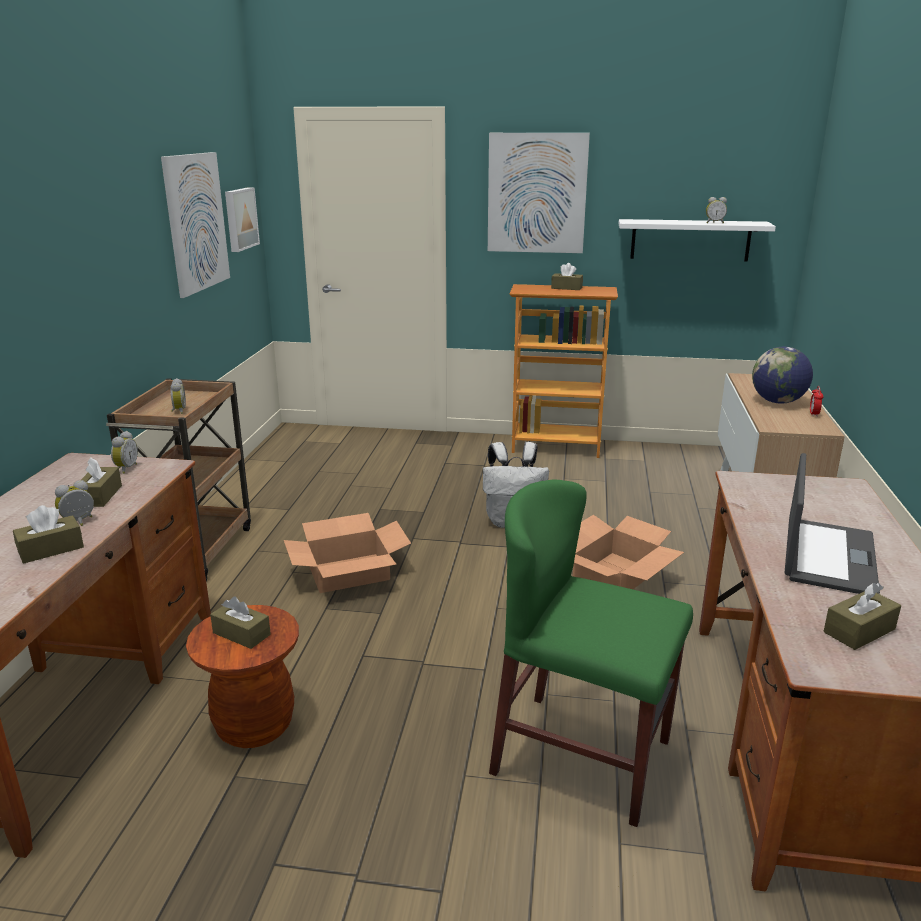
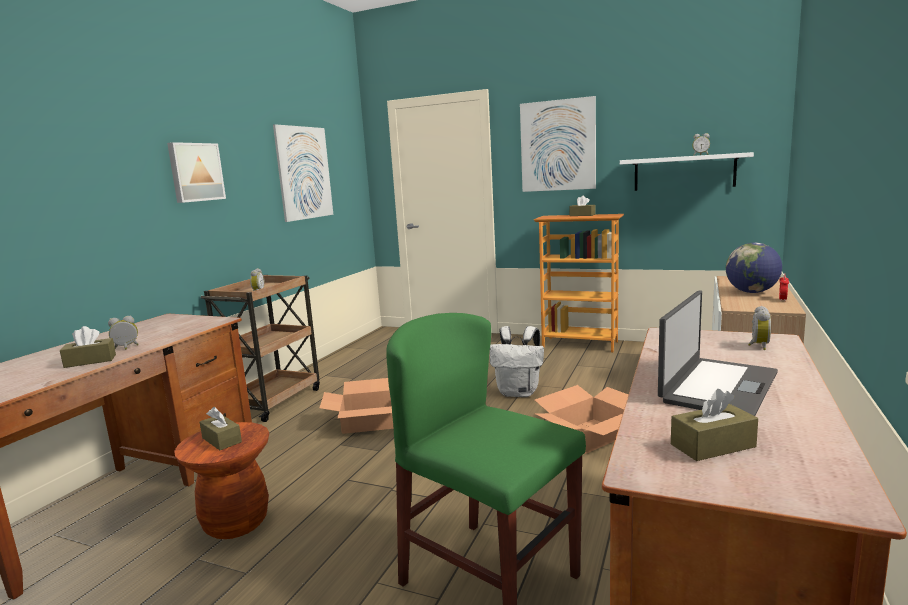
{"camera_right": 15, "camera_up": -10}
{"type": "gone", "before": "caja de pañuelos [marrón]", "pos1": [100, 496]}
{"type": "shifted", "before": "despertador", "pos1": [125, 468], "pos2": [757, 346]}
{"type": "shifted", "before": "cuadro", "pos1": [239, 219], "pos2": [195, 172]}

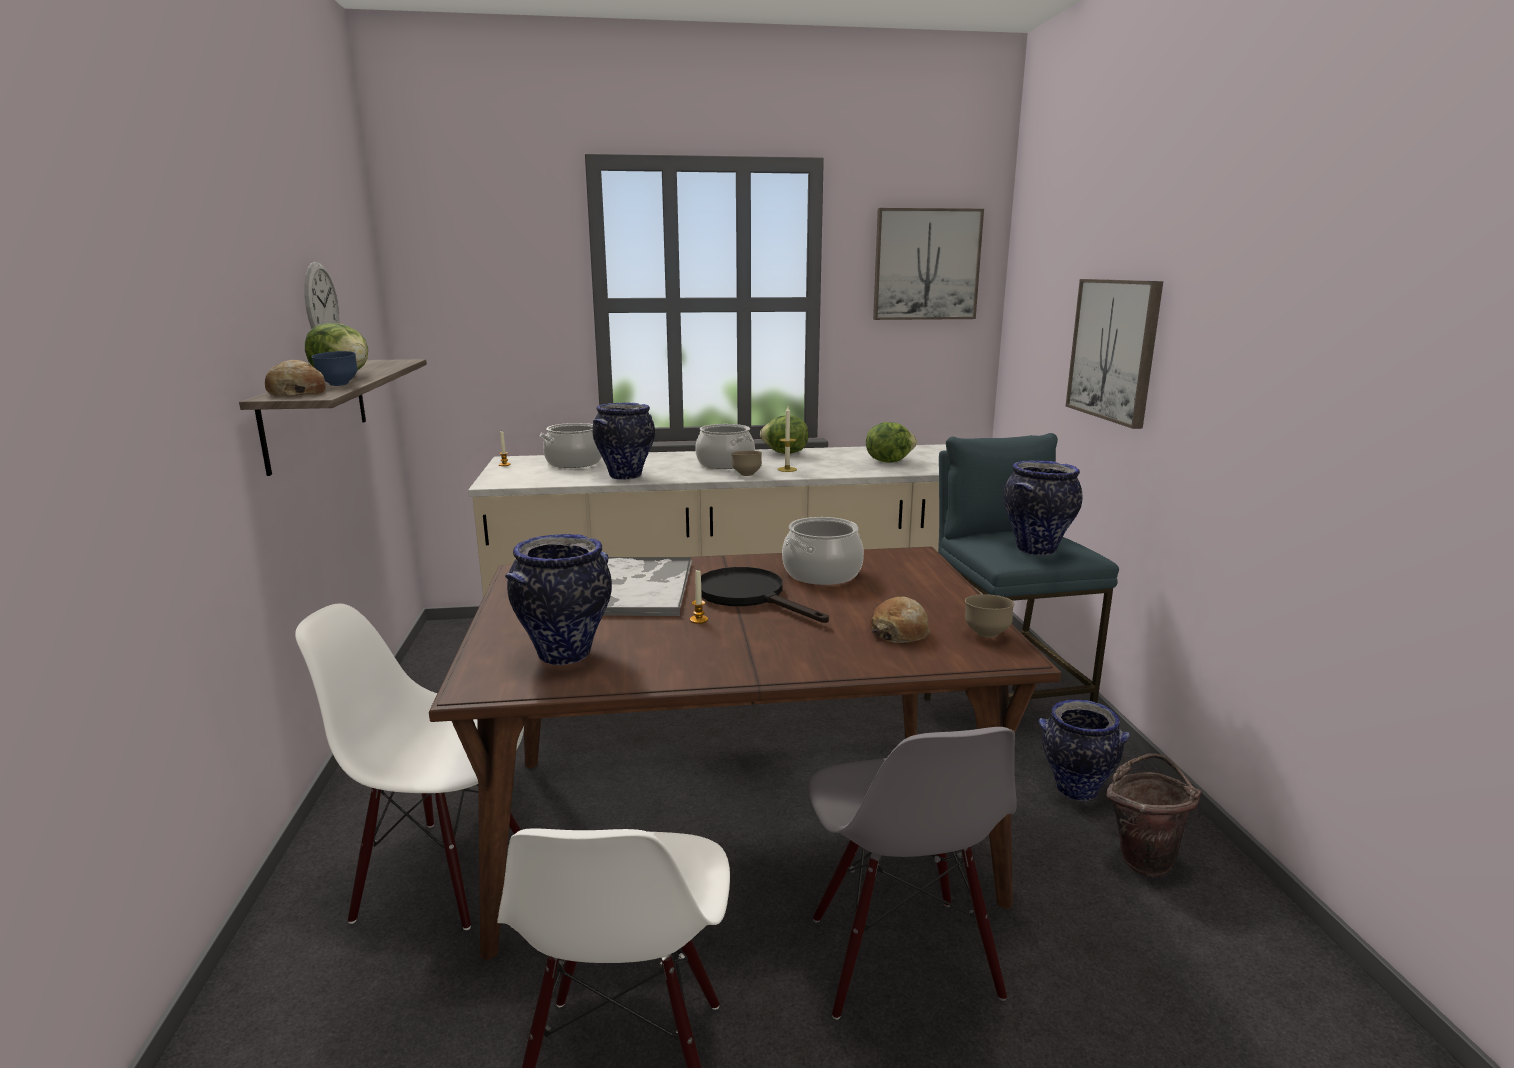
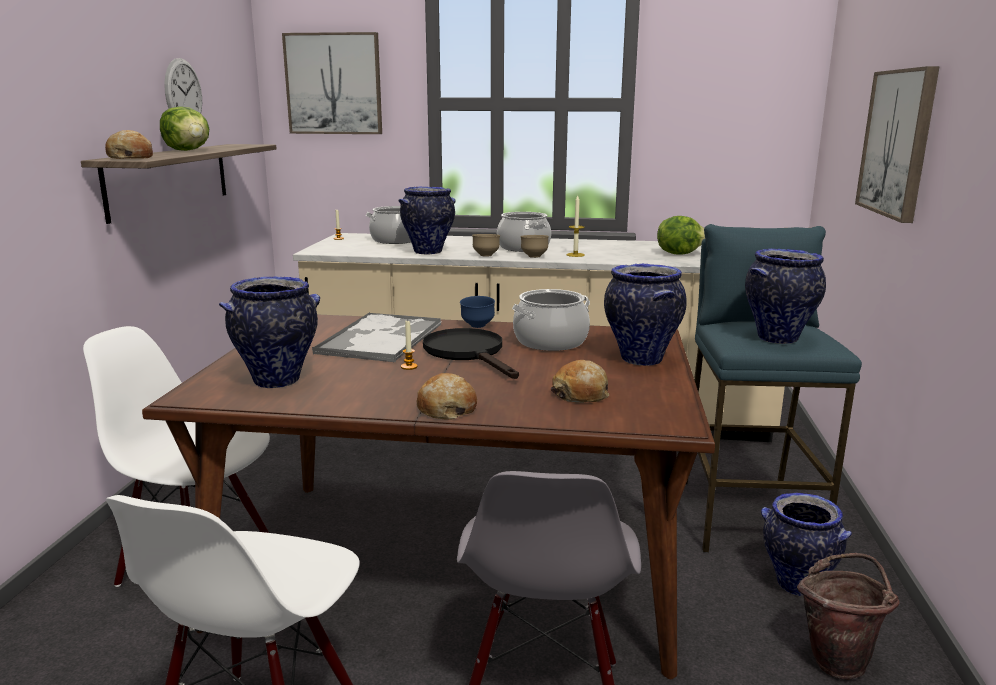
{"camera_right": 15, "camera_up": 0}
{"type": "gone", "before": "lechuga", "pos1": [784, 453]}
{"type": "new", "after": "pan", "pos2": [446, 409]}
{"type": "new", "after": "florero", "pos2": [640, 359]}
{"type": "shifted", "before": "cuenco [azul]", "pos1": [338, 385], "pos2": [477, 326]}
{"type": "shifted", "before": "cuadro", "pos1": [926, 264], "pos2": [334, 84]}
{"type": "shifted", "before": "cuenco [marrón]", "pos1": [986, 634], "pos2": [486, 256]}

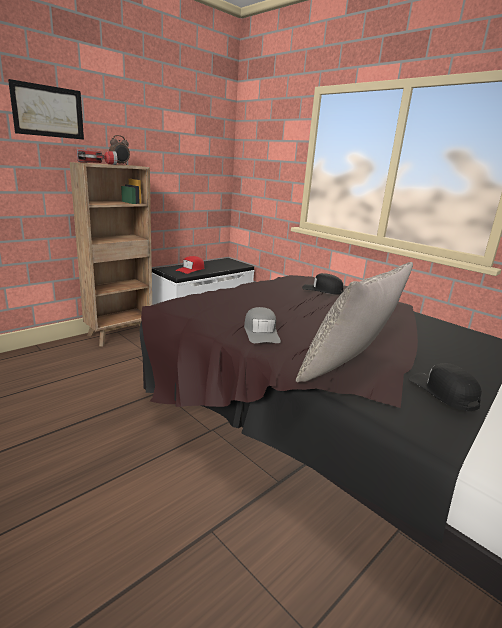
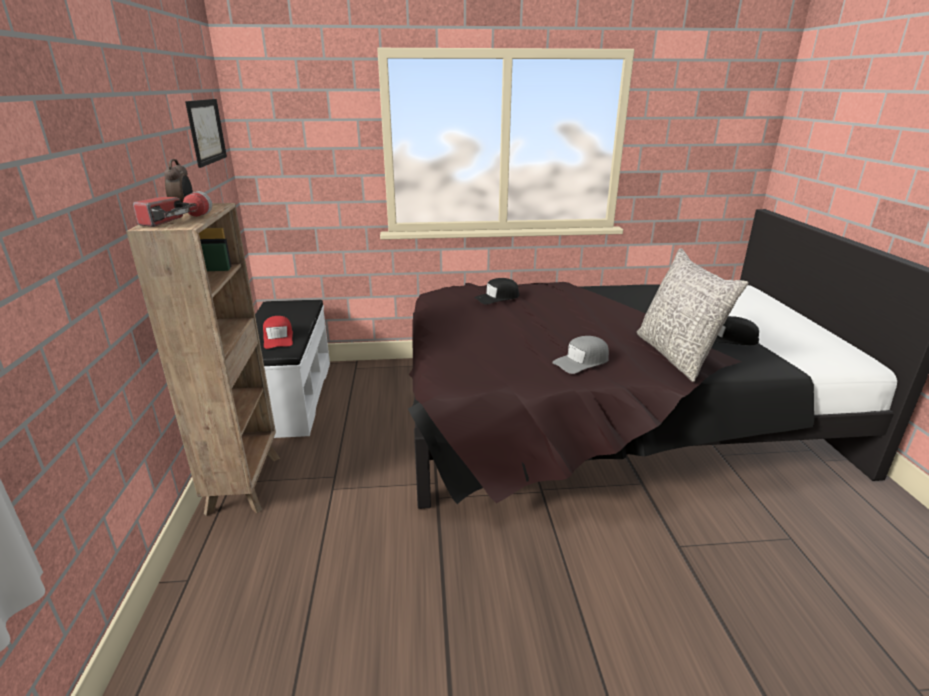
{"camera_right": -50, "camera_up": 5}
{"type": "shifted", "before": "cuadro", "pos1": [48, 111], "pos2": [206, 131]}
{"type": "rotated", "before": "gorra [gris]", "pos1": [261, 332], "pos2": [581, 362], "turn": 120}

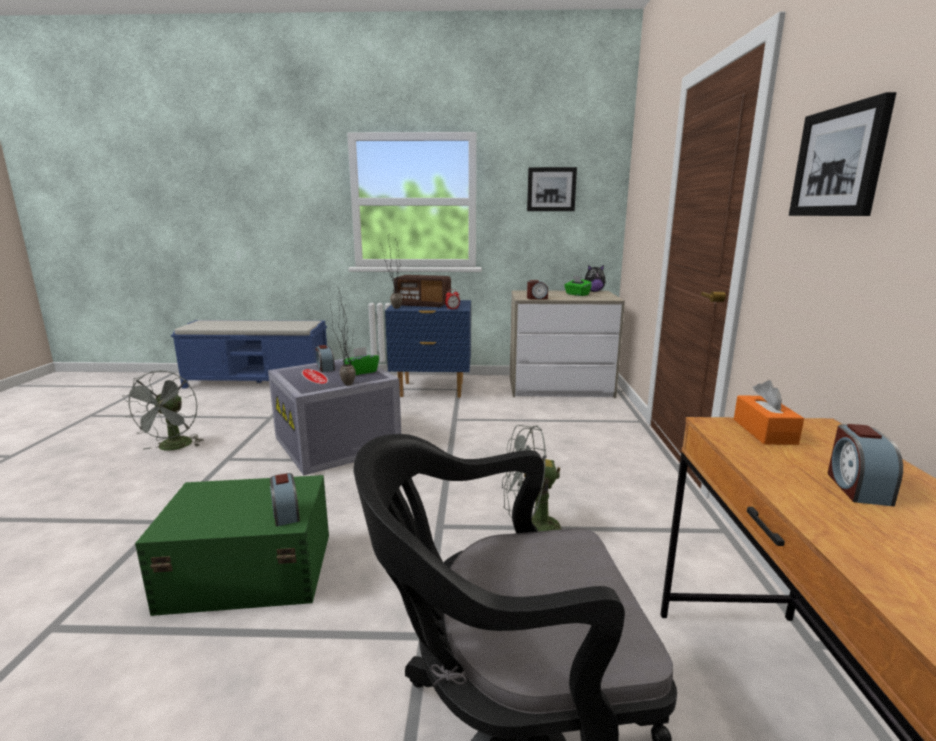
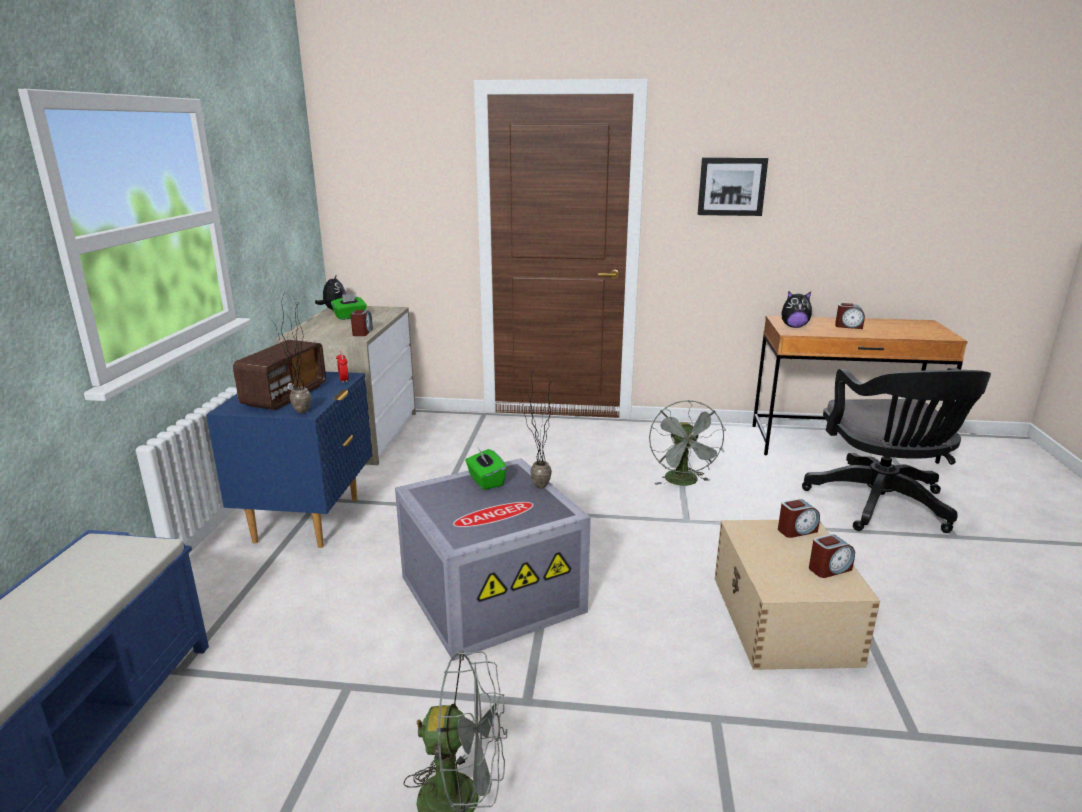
{"camera_right": -85, "camera_up": 5}
{"type": "gone", "before": "cuadro", "pos1": [551, 189]}
{"type": "shifted", "before": "despertador", "pos1": [325, 368], "pos2": [829, 569]}
{"type": "swapped", "before": "caja de pañuelos [naranja]", "after": "peluche", "pos1": [764, 431], "pos2": [794, 327]}
{"type": "repainted", "before": "caja de almacenaje [verde]", "after": "caja de almacenaje [beis]", "pos1": [248, 570], "pos2": [783, 620]}

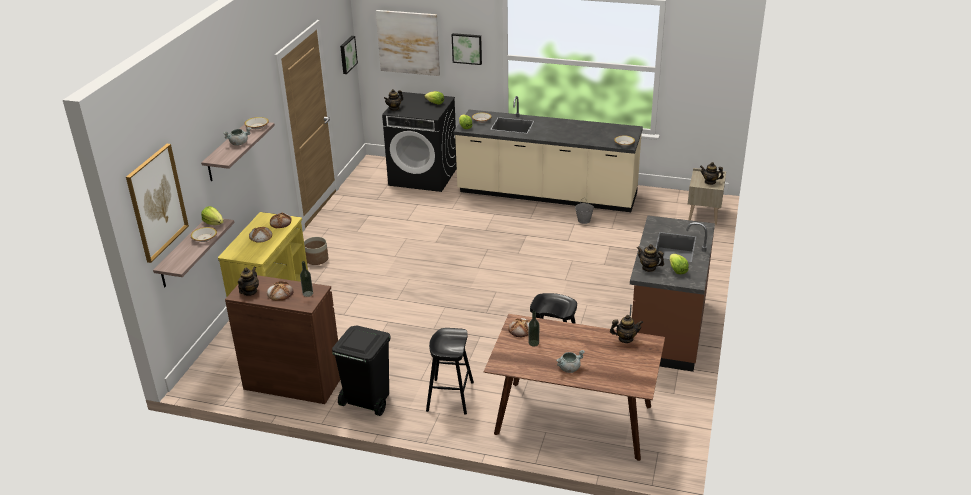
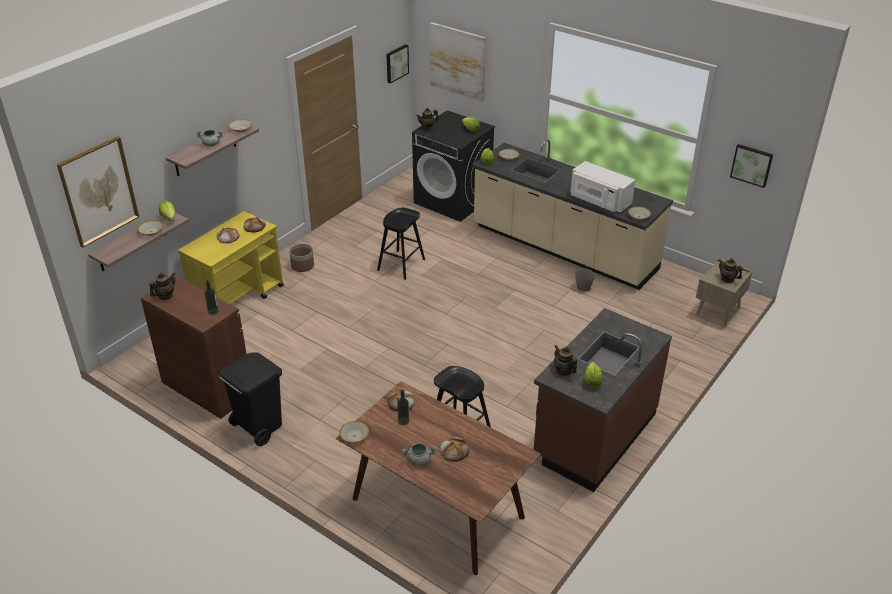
{"camera_right": 20, "camera_up": 5}
{"type": "gone", "before": "tetera", "pos1": [625, 339]}
{"type": "new", "after": "cuenco", "pos2": [354, 436]}
{"type": "new", "after": "microondas [blanco]", "pos2": [599, 200]}
{"type": "shifted", "before": "pan", "pos1": [280, 293], "pos2": [454, 450]}
{"type": "shifted", "before": "taburete [negro]", "pos1": [450, 396], "pos2": [401, 265]}
{"type": "shifted", "before": "cuadro", "pos1": [467, 48], "pos2": [752, 165]}

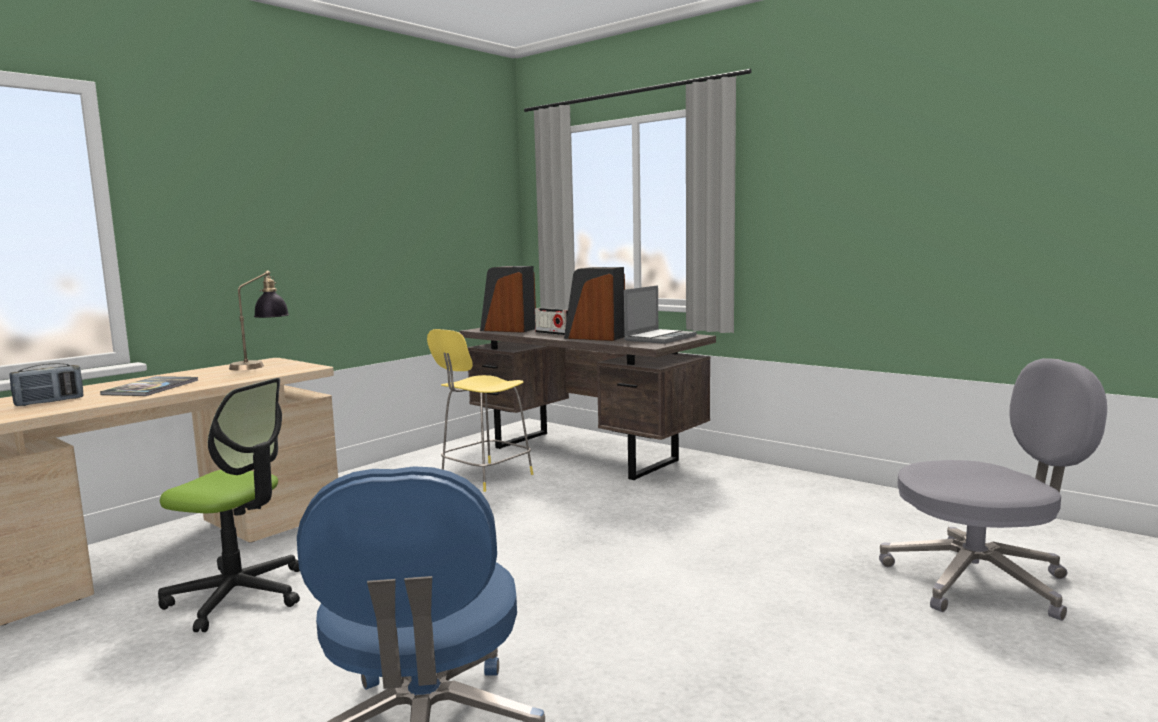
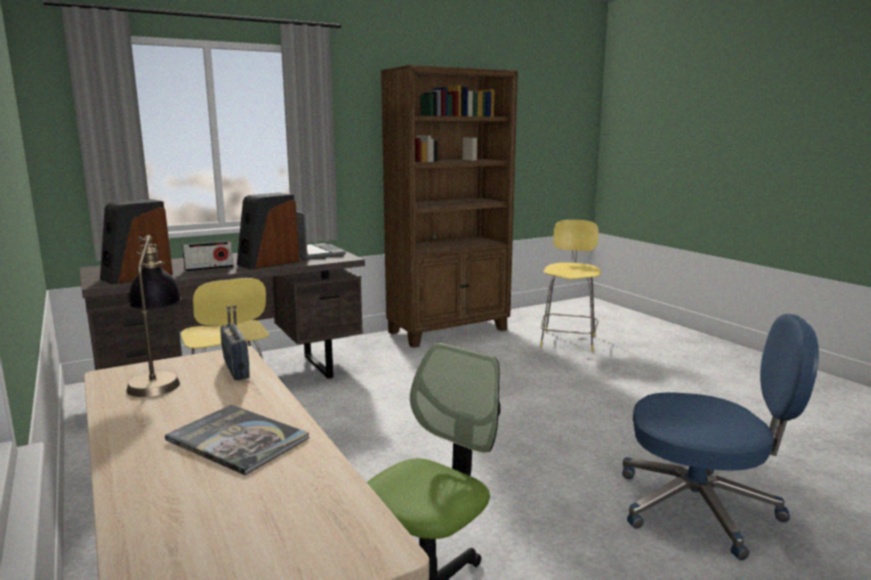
{"camera_right": -70, "camera_up": 5}
{"type": "new", "after": "estantería [marrón]", "pos2": [449, 331]}
{"type": "shifted", "before": "radio", "pos1": [49, 402], "pos2": [236, 369]}
{"type": "swapped", "before": "silla de oficina [gris]", "after": "taburete [amarillo]", "pos1": [980, 581], "pos2": [568, 340]}

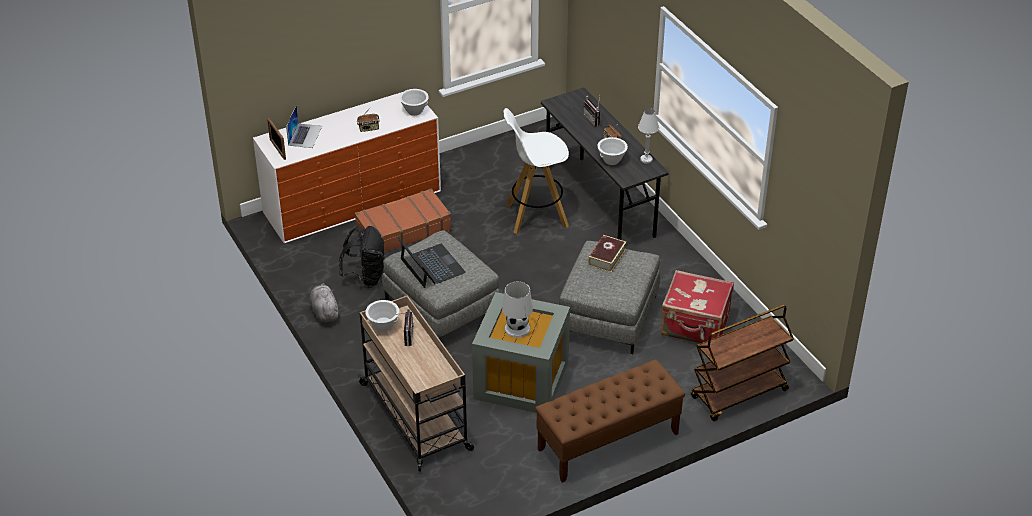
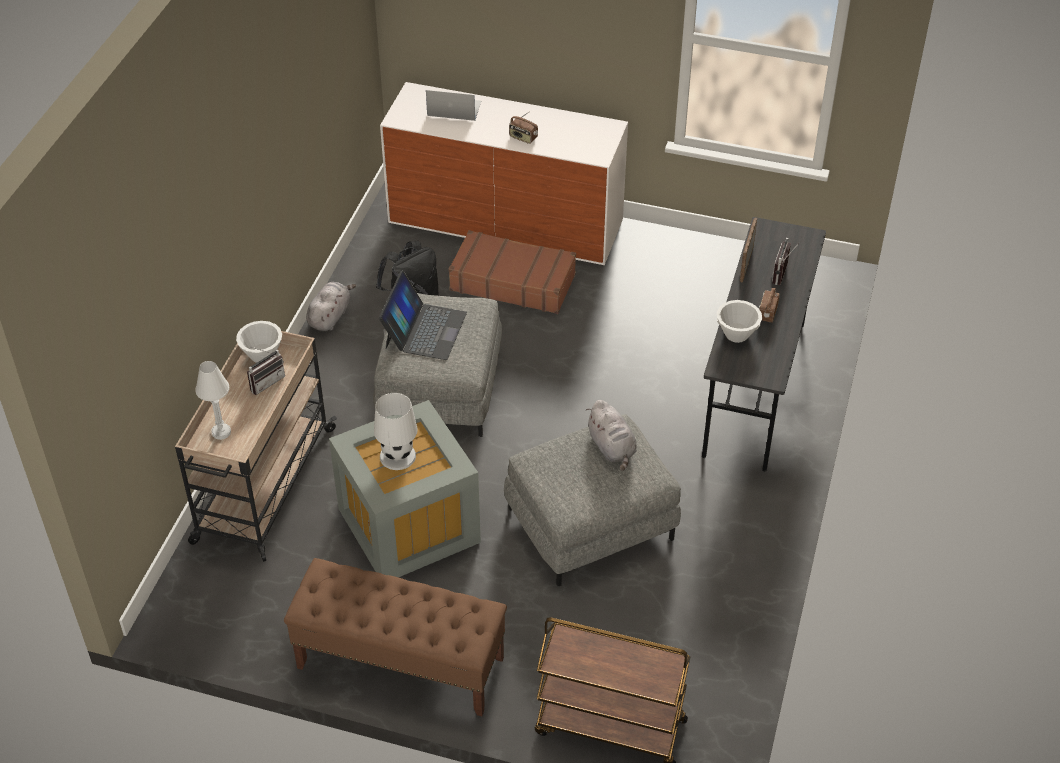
{"camera_right": 45, "camera_up": 5}
{"type": "gone", "before": "cuenco [blanco]", "pos1": [414, 111]}
{"type": "gone", "before": "taburete [blanco]", "pos1": [535, 215]}
{"type": "gone", "before": "maleta [rojo]", "pos1": [695, 326]}
{"type": "shifted", "before": "portarretratos", "pos1": [277, 149], "pos2": [746, 264]}
{"type": "shifted", "before": "lámpara de mesa [blanco]", "pos1": [646, 159], "pos2": [221, 432]}
{"type": "swapped", "before": "libro", "after": "peluche [gris]", "pos1": [606, 257], "pos2": [612, 448]}
{"type": "rotated", "before": "portátil", "pos1": [305, 135], "pos2": [454, 108], "turn": -135}

